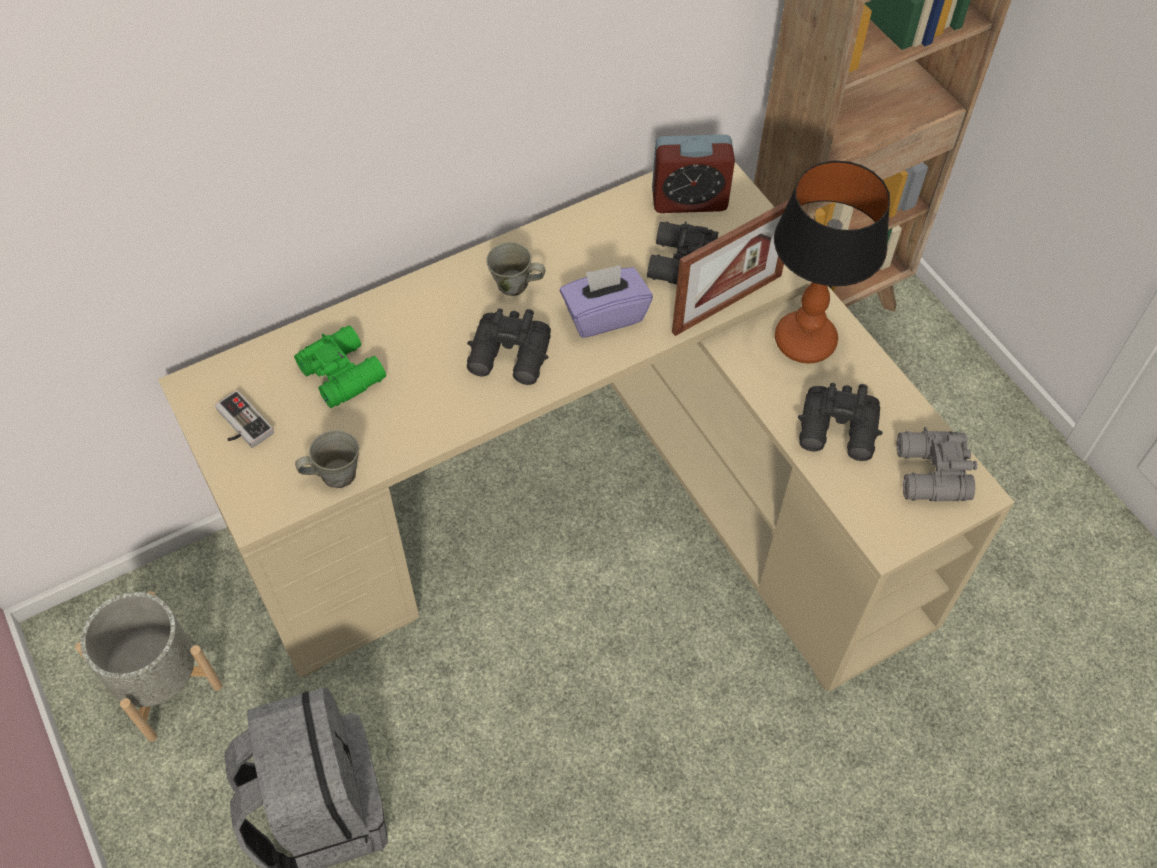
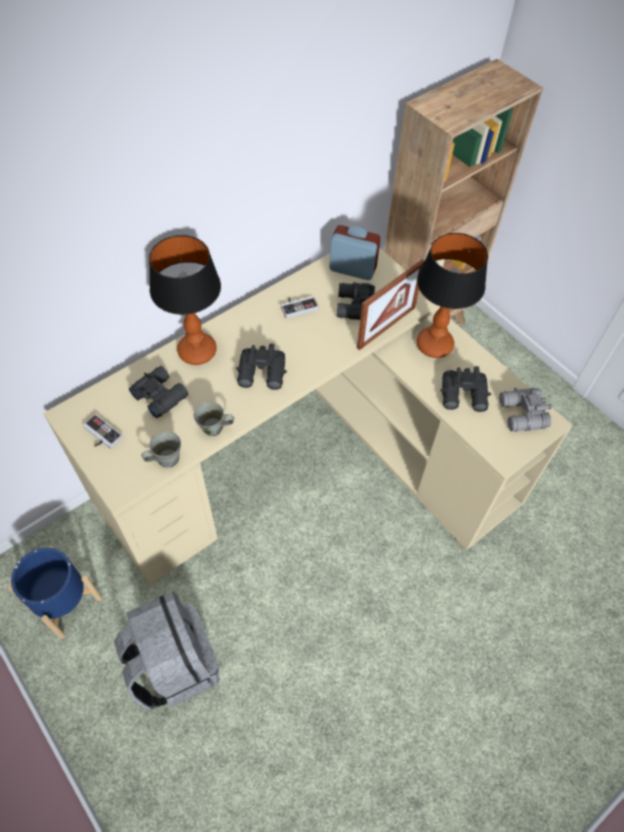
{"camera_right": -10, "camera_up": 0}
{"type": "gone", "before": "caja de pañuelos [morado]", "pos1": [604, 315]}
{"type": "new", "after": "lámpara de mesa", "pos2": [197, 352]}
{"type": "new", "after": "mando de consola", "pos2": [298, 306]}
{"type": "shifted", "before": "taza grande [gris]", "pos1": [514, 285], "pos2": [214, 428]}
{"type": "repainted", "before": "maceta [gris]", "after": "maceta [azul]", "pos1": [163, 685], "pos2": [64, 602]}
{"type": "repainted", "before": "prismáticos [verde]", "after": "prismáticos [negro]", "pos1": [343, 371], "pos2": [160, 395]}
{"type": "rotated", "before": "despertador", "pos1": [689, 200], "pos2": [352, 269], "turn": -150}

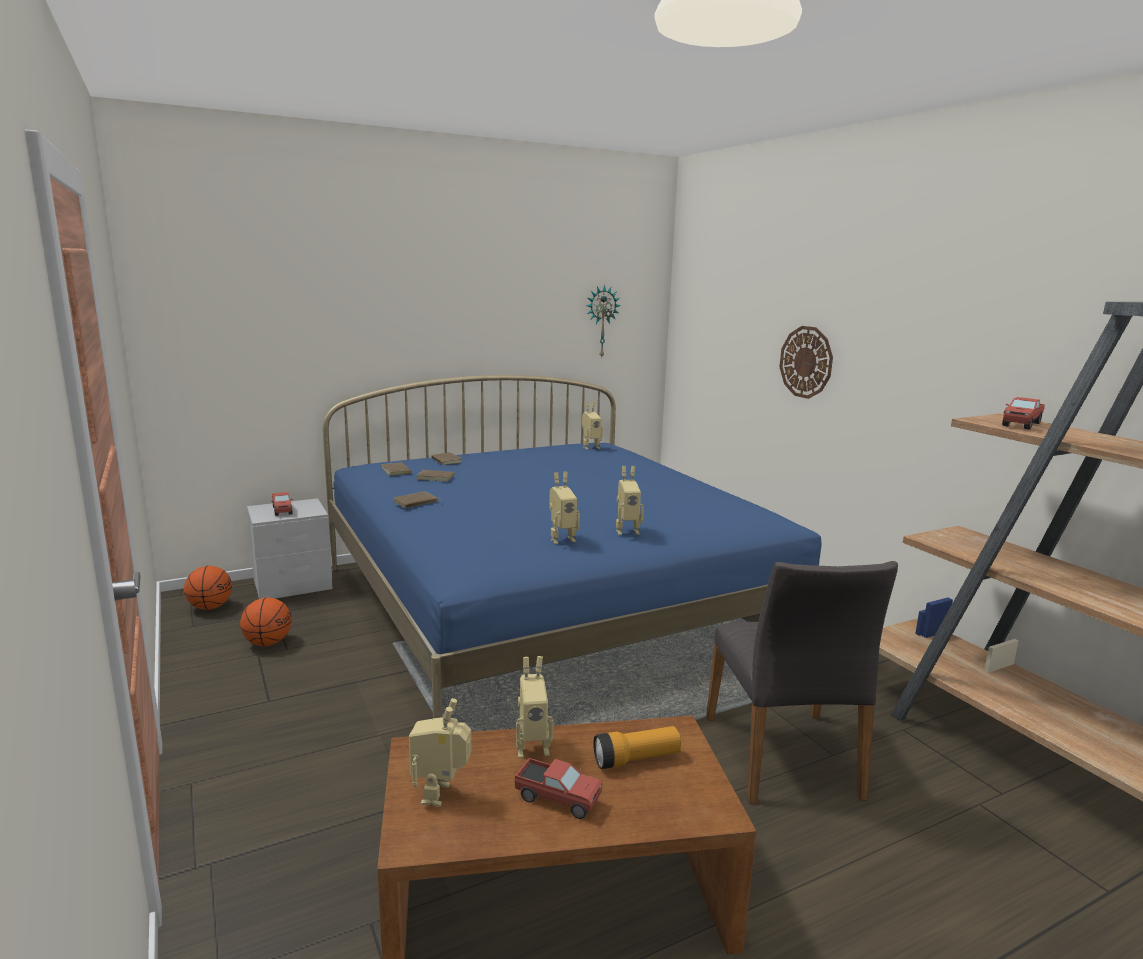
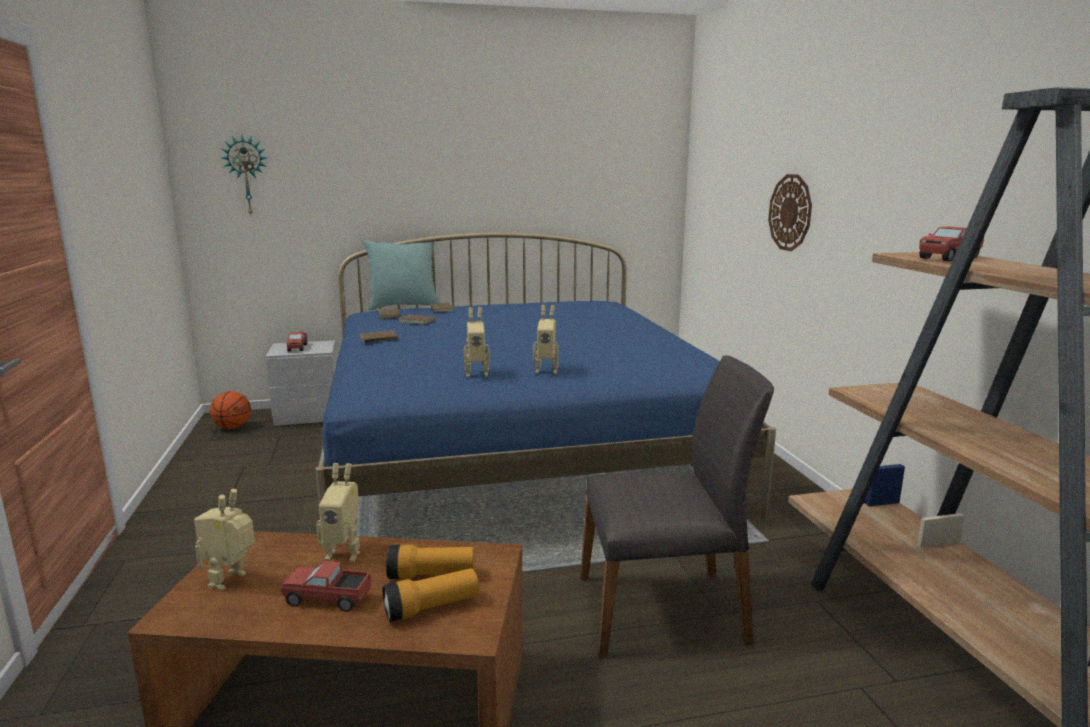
{"camera_right": 15, "camera_up": 0}
{"type": "gone", "before": "balón de baloncesto", "pos1": [268, 643]}
{"type": "gone", "before": "robot de juguete", "pos1": [590, 447]}
{"type": "new", "after": "cojín [turquesa]", "pos2": [404, 306]}
{"type": "new", "after": "linterna", "pos2": [431, 608]}
{"type": "shifted", "before": "reloj de pared", "pos1": [601, 321], "pos2": [247, 176]}
{"type": "rotated", "before": "camión de juguete", "pos1": [557, 799], "pos2": [328, 599], "turn": 150}
{"type": "rotated", "before": "silla [gris]", "pos1": [784, 757], "pos2": [663, 609], "turn": -105}

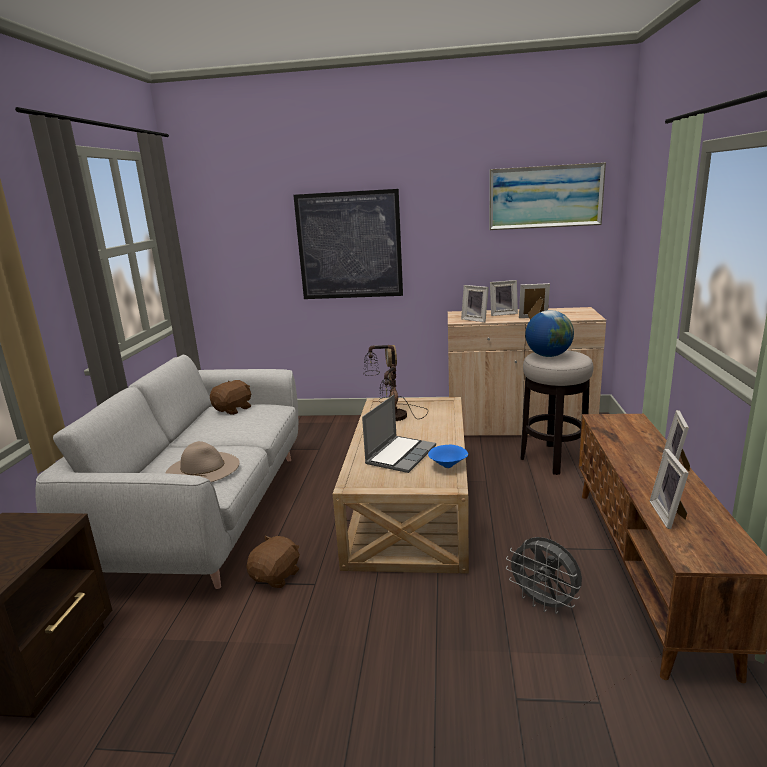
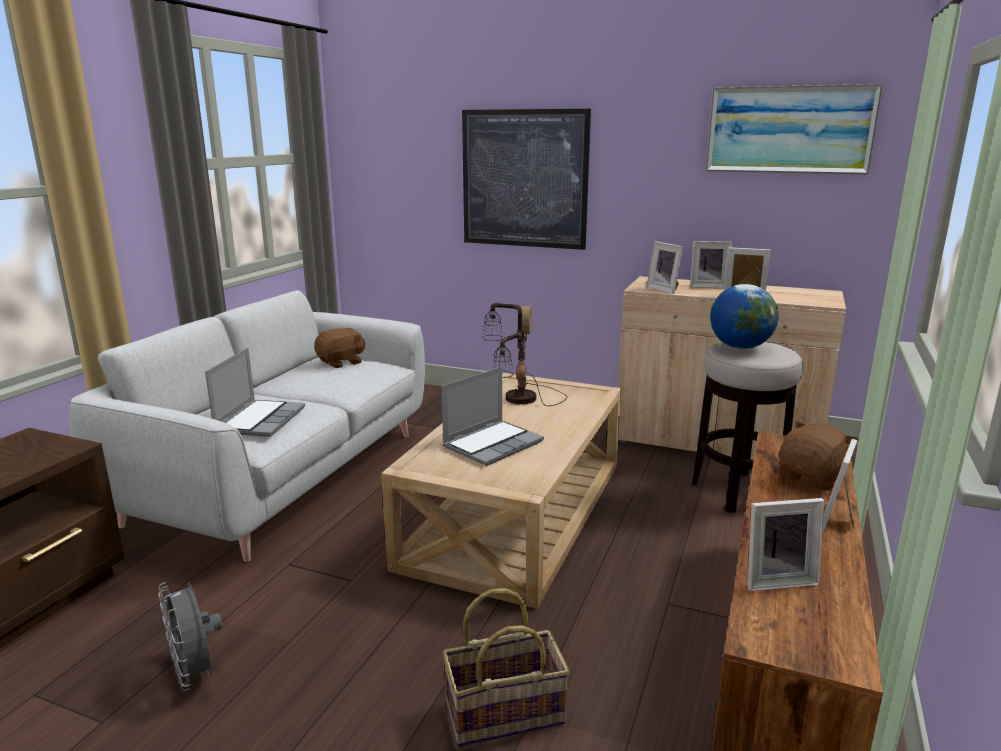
{"camera_right": 15, "camera_up": 0}
{"type": "gone", "before": "cuenco [azul]", "pos1": [448, 466]}
{"type": "new", "after": "cesta", "pos2": [505, 712]}
{"type": "shifted", "before": "peluche [marrón]", "pos1": [276, 576], "pos2": [812, 477]}
{"type": "shifted", "before": "ventilador [gris]", "pos1": [544, 603], "pos2": [196, 674]}
{"type": "swapped", "before": "sombrero [beis]", "after": "portátil", "pos1": [203, 468], "pos2": [260, 419]}
{"type": "rotated", "before": "portarretratos", "pos1": [669, 515], "pos2": [776, 579], "turn": -120}

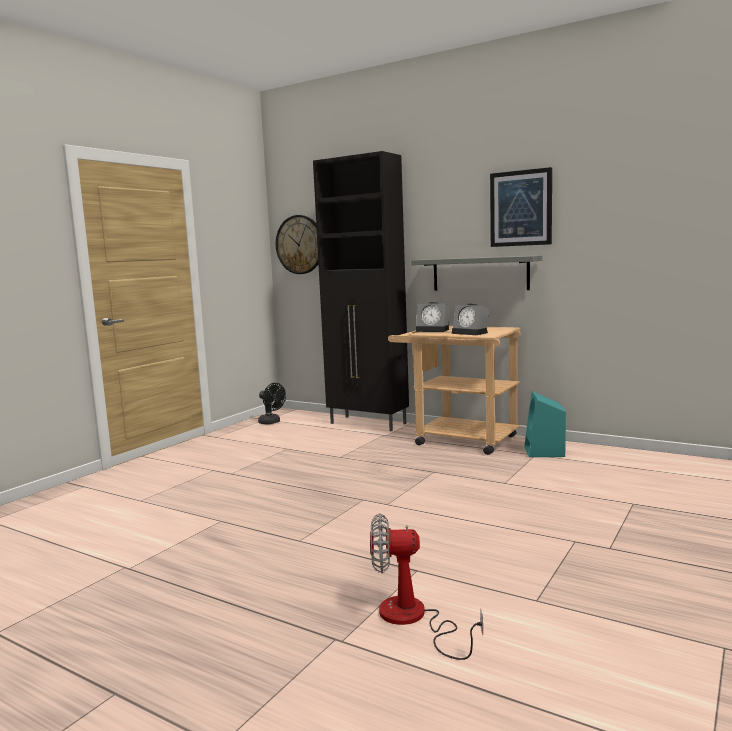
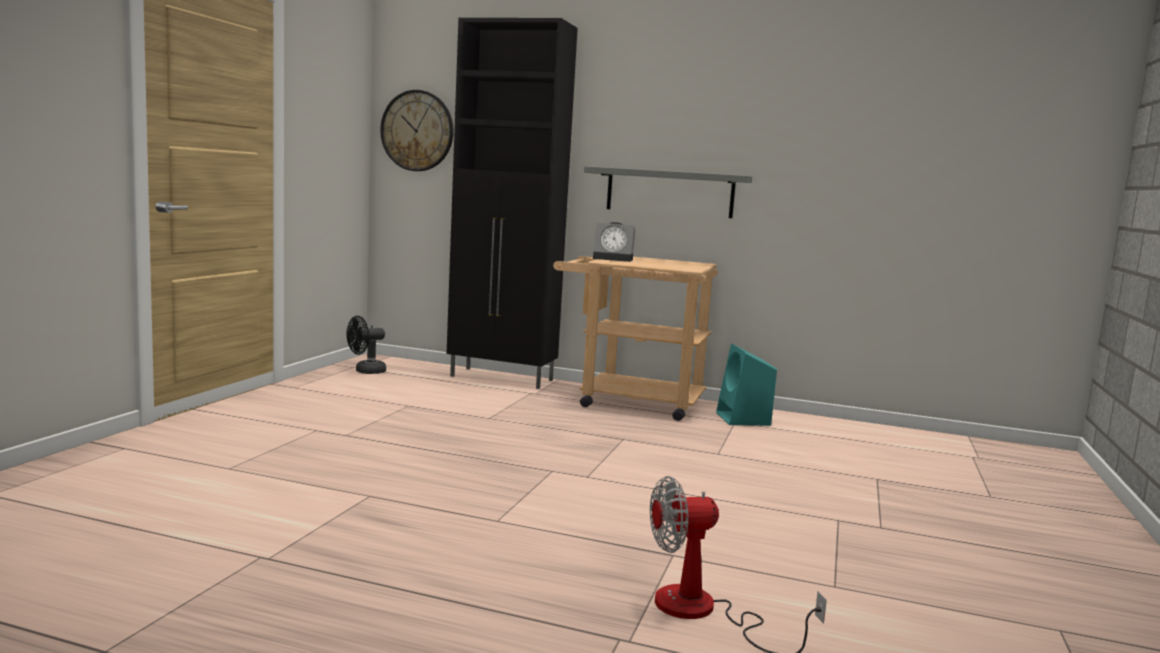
{"camera_right": -15, "camera_up": 0}
{"type": "gone", "before": "despertador", "pos1": [471, 333]}
{"type": "gone", "before": "cuadro", "pos1": [521, 208]}
{"type": "rotated", "before": "ventilador [negro]", "pos1": [272, 422], "pos2": [365, 371], "turn": 120}

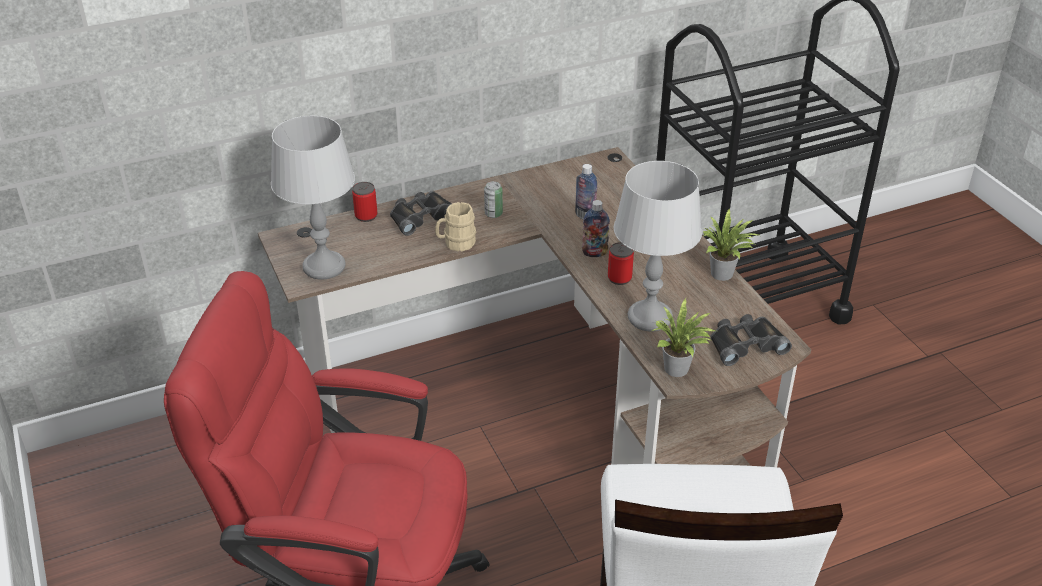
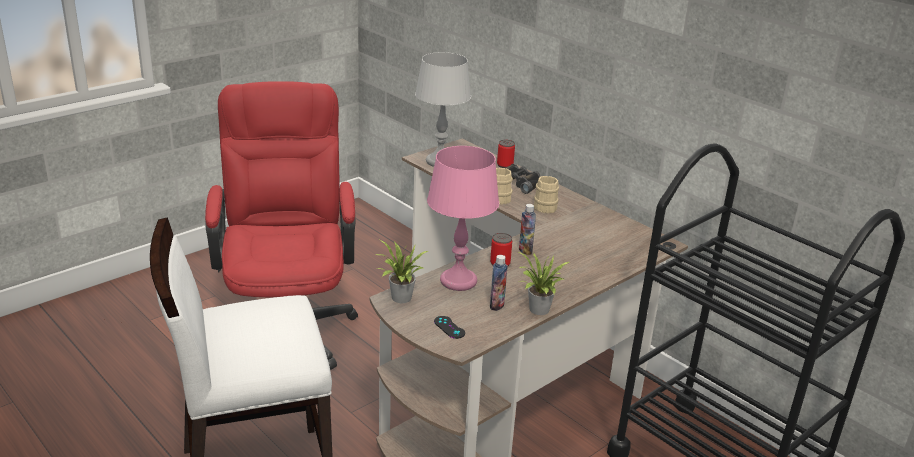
{"camera_right": 70, "camera_up": -10}
{"type": "shifted", "before": "botella", "pos1": [585, 215], "pos2": [497, 305]}
{"type": "swapped", "before": "lata", "after": "taza grande [beis]", "pos1": [493, 214], "pos2": [544, 206]}
{"type": "swapped", "before": "prismáticos [negro]", "after": "mando de consola [negro]", "pos1": [745, 344], "pos2": [449, 327]}
{"type": "repainted", "before": "lámpara de mesa [gris]", "after": "lámpara de mesa [rosa]", "pos1": [649, 317], "pos2": [459, 281]}

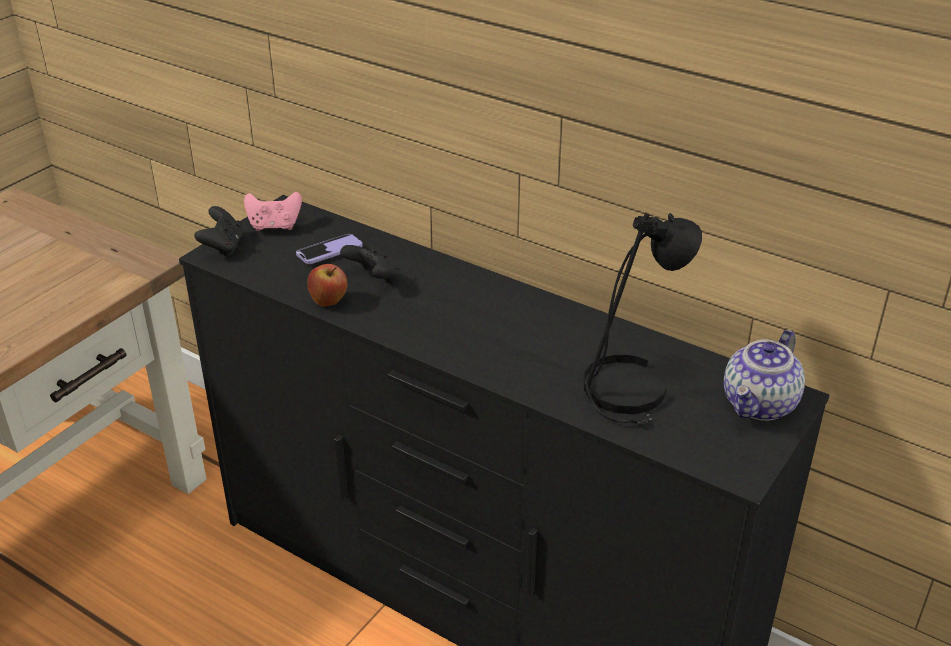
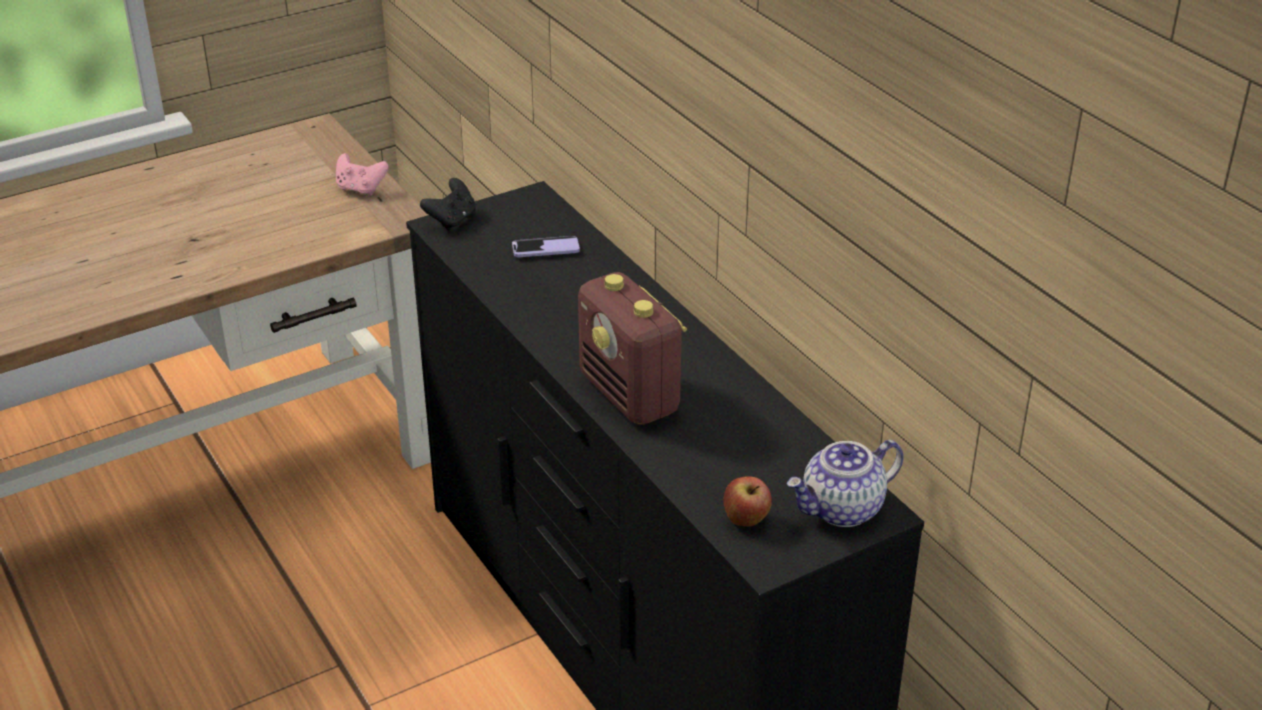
{"camera_right": 25, "camera_up": 0}
{"type": "gone", "before": "mando de consola [negro]", "pos1": [373, 280]}
{"type": "gone", "before": "lámpara de mesa [negro]", "pos1": [627, 391]}
{"type": "new", "after": "radio", "pos2": [630, 395]}
{"type": "shifted", "before": "mando de consola [rosa]", "pos1": [274, 226], "pos2": [360, 189]}
{"type": "shifted", "before": "manzana", "pos1": [329, 302], "pos2": [746, 521]}

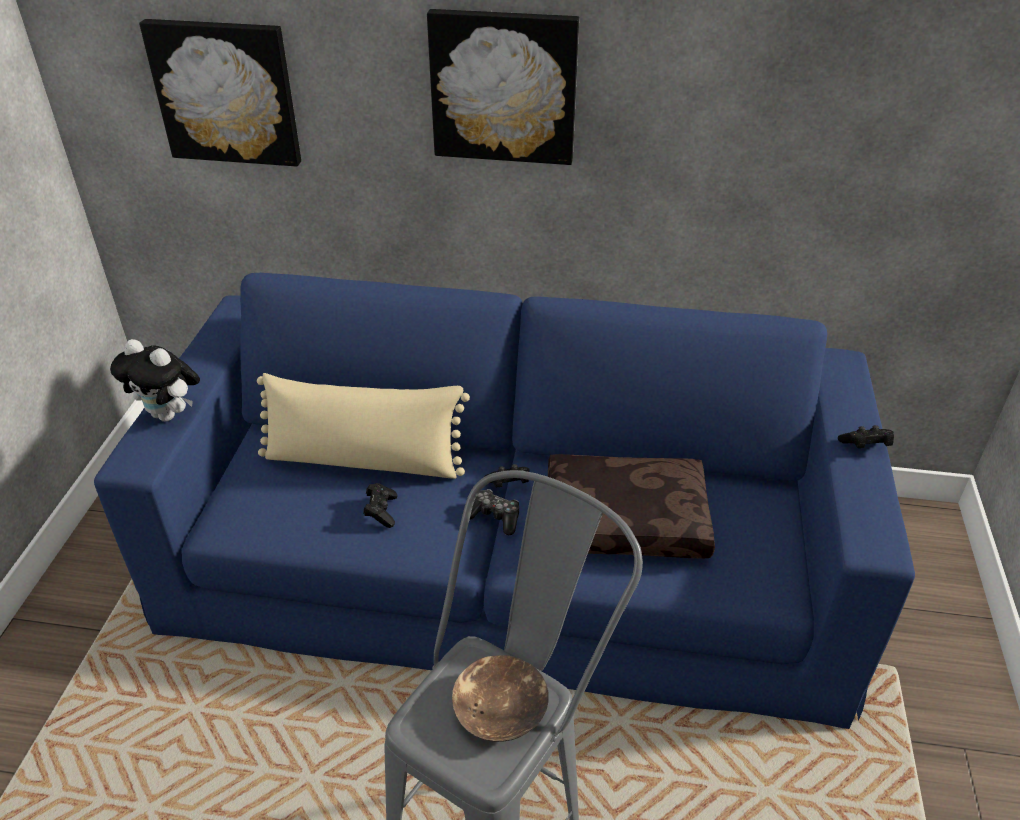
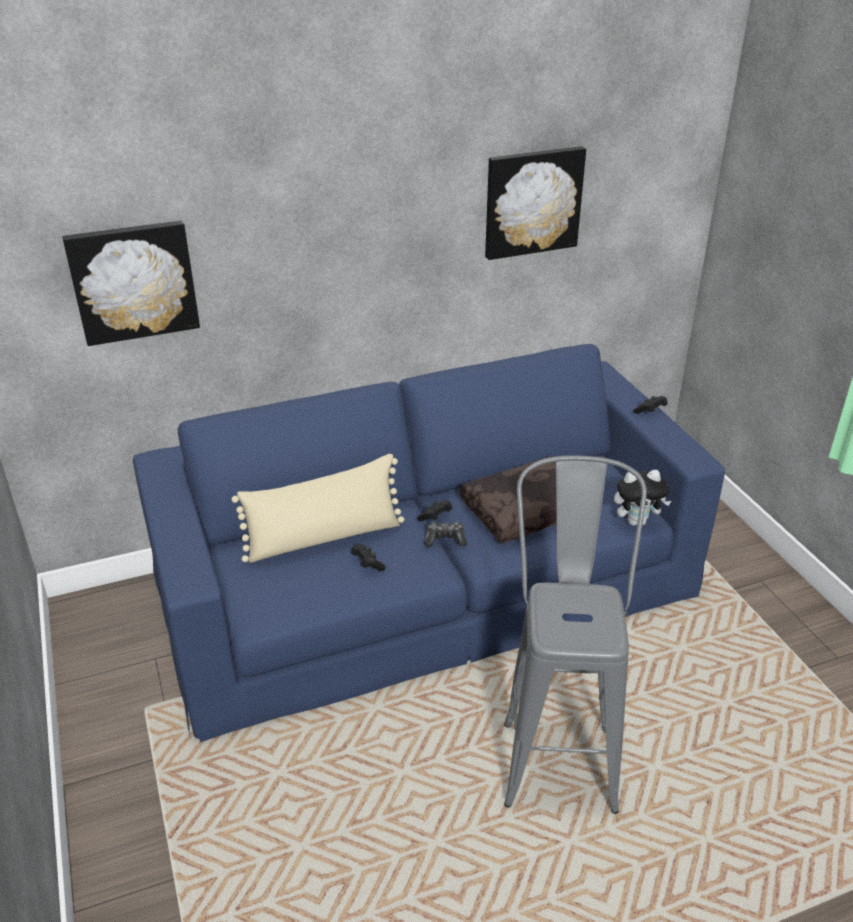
{"camera_right": -30, "camera_up": -5}
{"type": "gone", "before": "cuenco [marrón]", "pos1": [500, 708]}
{"type": "shifted", "before": "peluche", "pos1": [169, 415], "pos2": [637, 521]}
{"type": "shifted", "before": "cuadro", "pos1": [504, 86], "pos2": [532, 201]}

